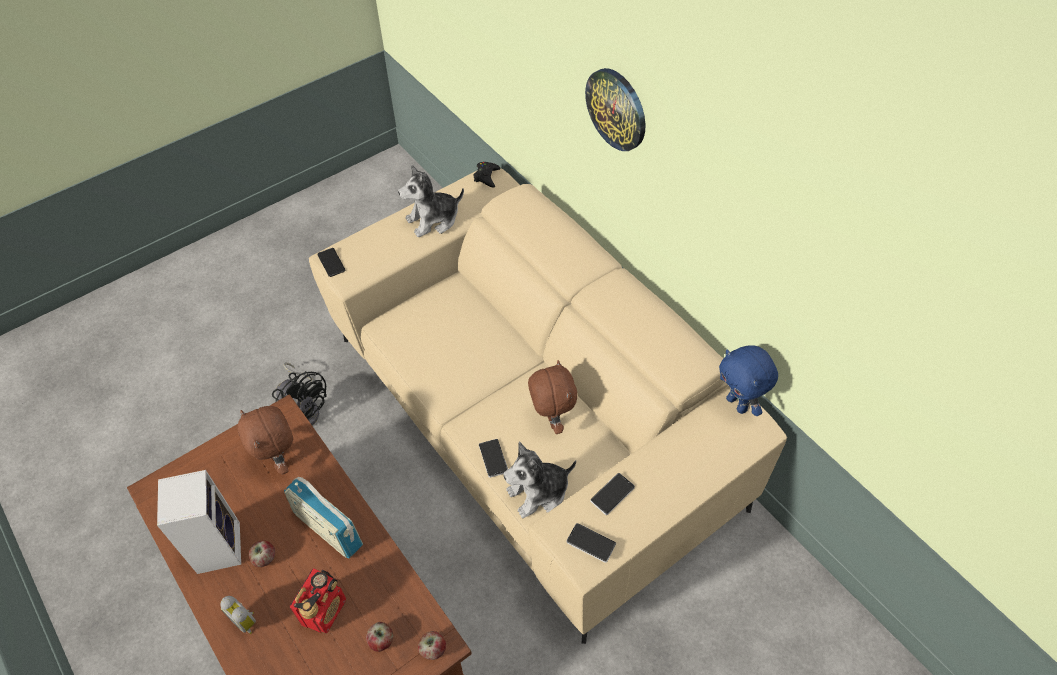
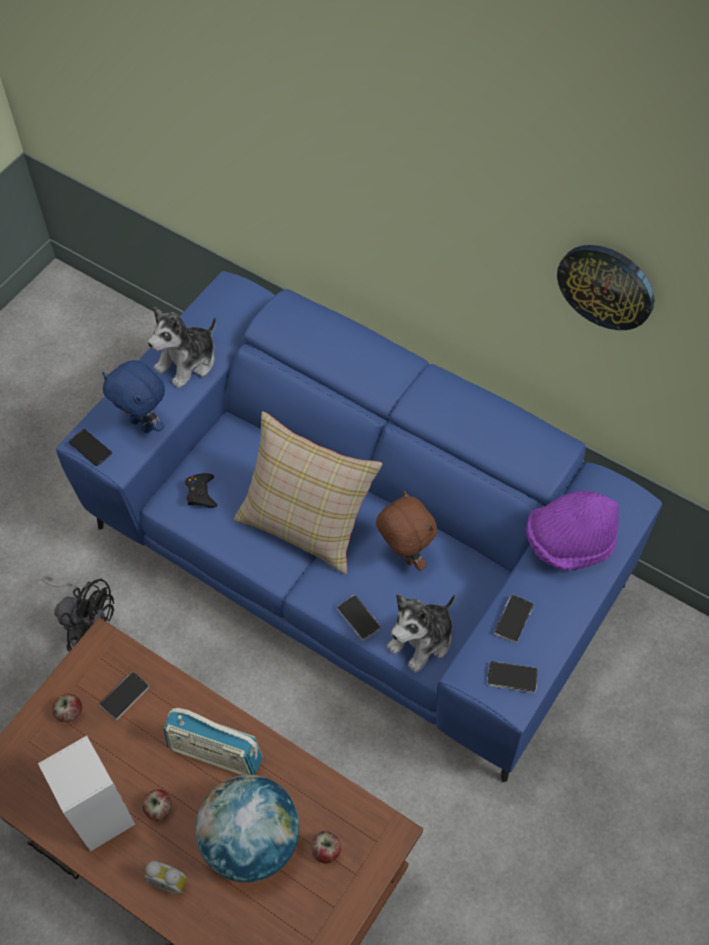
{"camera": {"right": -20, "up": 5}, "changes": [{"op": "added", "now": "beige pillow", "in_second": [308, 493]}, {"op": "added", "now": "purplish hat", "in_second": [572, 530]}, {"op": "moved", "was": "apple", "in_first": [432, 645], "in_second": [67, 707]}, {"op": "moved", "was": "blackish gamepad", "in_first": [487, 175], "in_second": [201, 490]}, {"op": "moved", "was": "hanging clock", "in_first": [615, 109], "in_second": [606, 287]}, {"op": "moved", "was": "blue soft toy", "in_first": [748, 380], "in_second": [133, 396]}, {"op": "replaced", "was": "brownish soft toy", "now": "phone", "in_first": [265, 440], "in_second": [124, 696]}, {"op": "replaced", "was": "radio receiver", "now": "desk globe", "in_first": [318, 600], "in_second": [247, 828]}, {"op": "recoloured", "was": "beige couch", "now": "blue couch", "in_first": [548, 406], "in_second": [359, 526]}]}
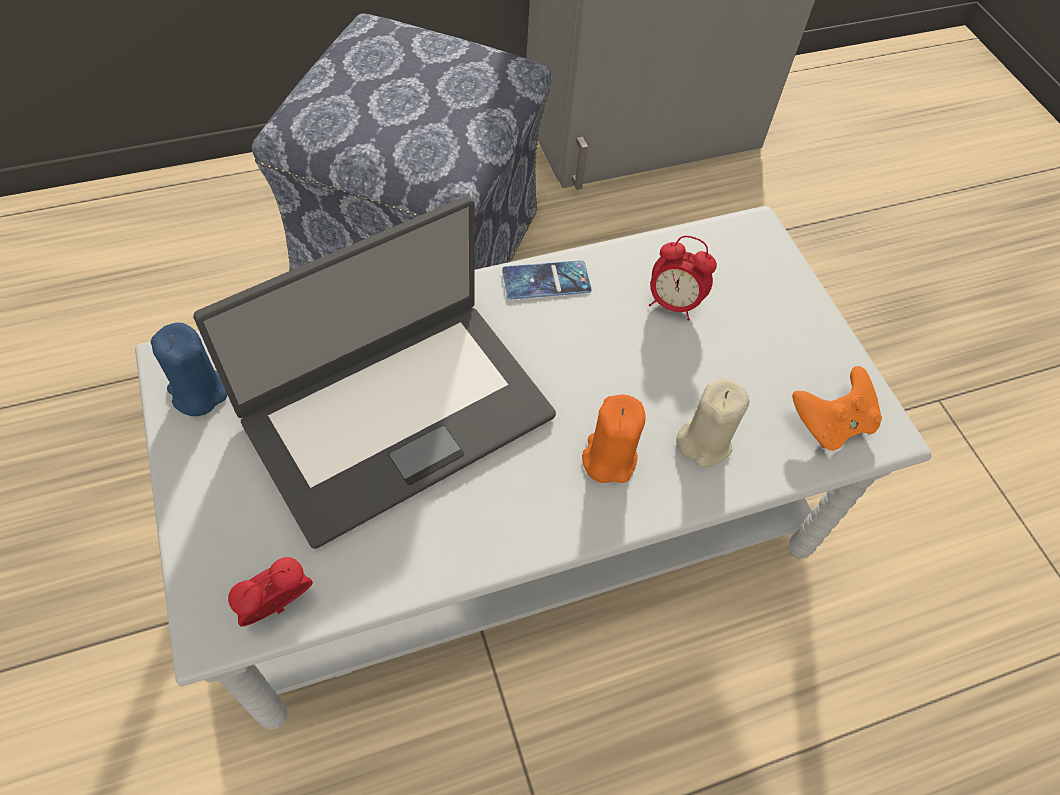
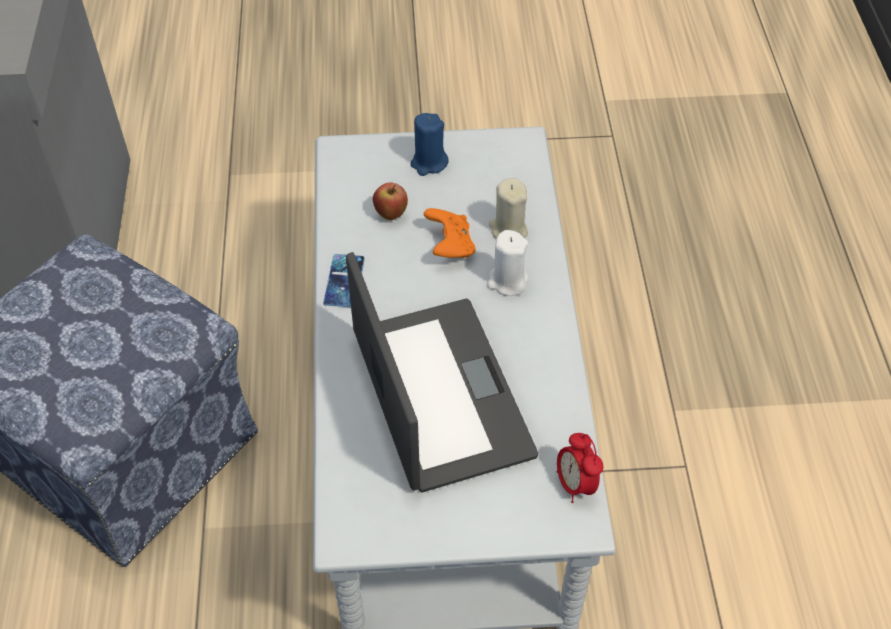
{"camera": {"right": -70, "up": -5}, "changes": [{"op": "moved", "was": "blue wax candle", "in_first": [188, 369], "in_second": [430, 144]}, {"op": "moved", "was": "orange-coloured gamepad", "in_first": [837, 408], "in_second": [449, 233]}, {"op": "replaced", "was": "table clock", "now": "apple", "in_first": [683, 278], "in_second": [390, 201]}, {"op": "recoloured", "was": "orange-coloured wax candle", "now": "whitish wax candle", "in_first": [614, 439], "in_second": [508, 263]}]}
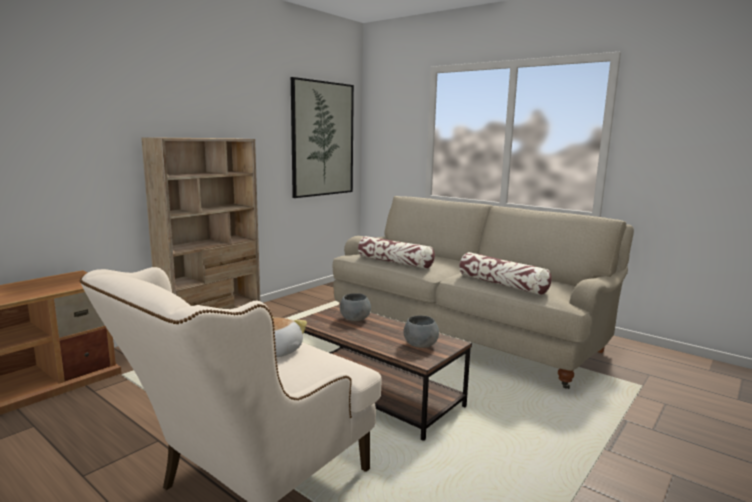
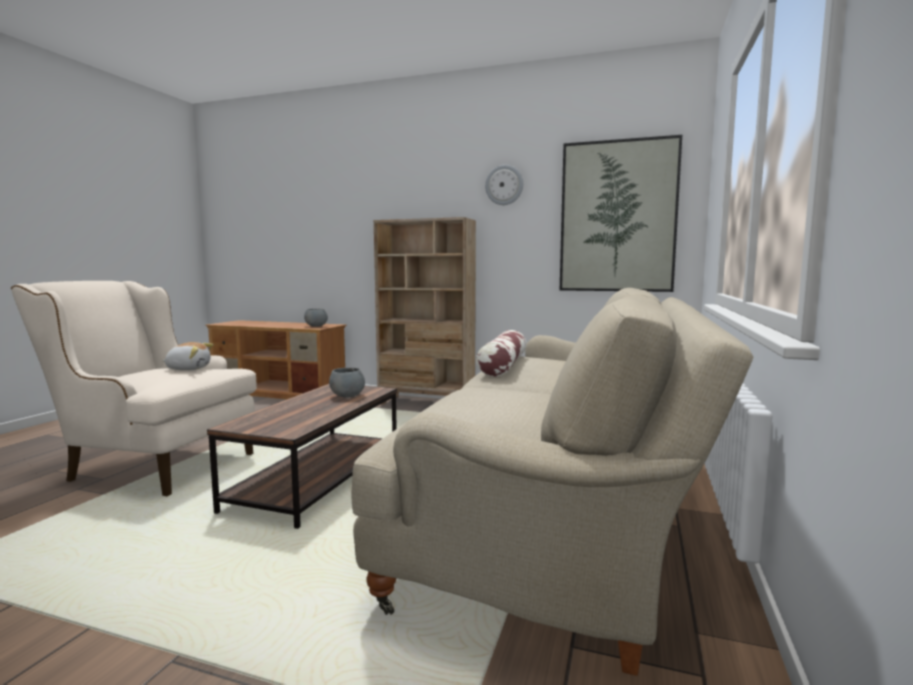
{"camera": {"right": 70, "up": -5}, "changes": [{"op": "removed", "was": "pillow", "in_first": [505, 273]}, {"op": "added", "now": "hanging clock", "in_second": [504, 185]}, {"op": "moved", "was": "greyish deep dish", "in_first": [421, 332], "in_second": [316, 318]}]}
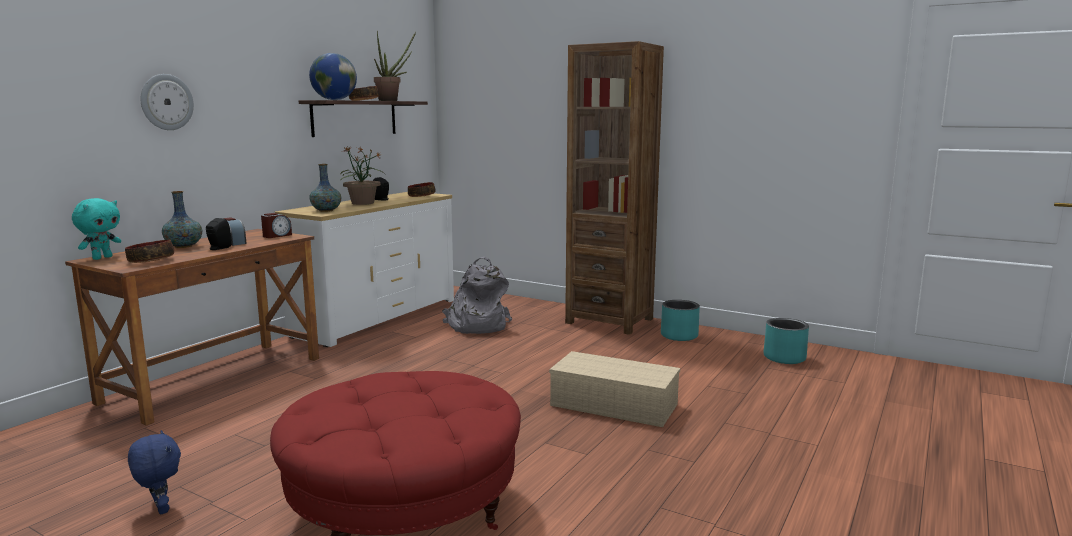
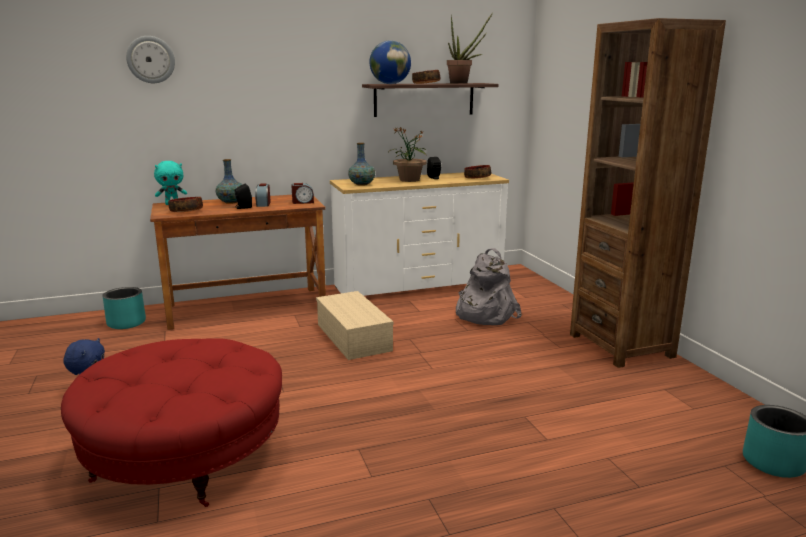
{"camera": {"right": 40, "up": 5}, "changes": [{"op": "moved", "was": "hanging clock", "in_first": [167, 102], "in_second": [150, 59]}, {"op": "moved", "was": "beige storage bin", "in_first": [614, 389], "in_second": [355, 325]}, {"op": "moved", "was": "turquoise-coloured plant pot", "in_first": [680, 320], "in_second": [124, 308]}]}
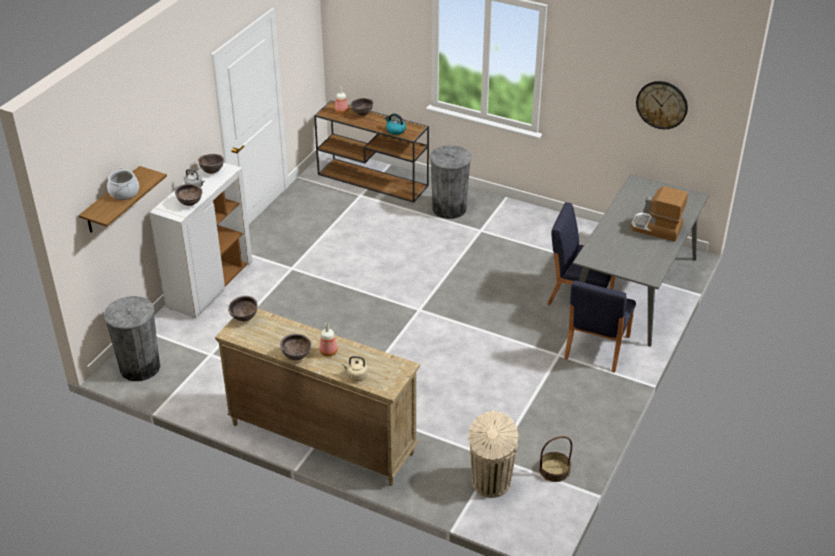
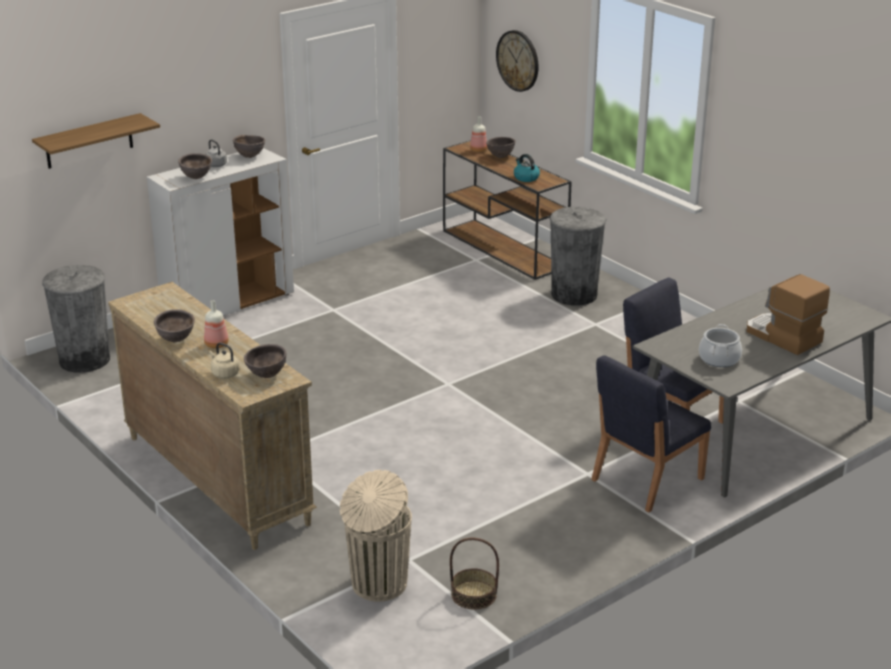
{"camera": {"right": 25, "up": -10}, "changes": [{"op": "moved", "was": "cooking pot", "in_first": [123, 183], "in_second": [720, 345]}, {"op": "moved", "was": "brownish deep dish", "in_first": [243, 308], "in_second": [265, 361]}, {"op": "moved", "was": "hanging clock", "in_first": [662, 105], "in_second": [517, 61]}]}
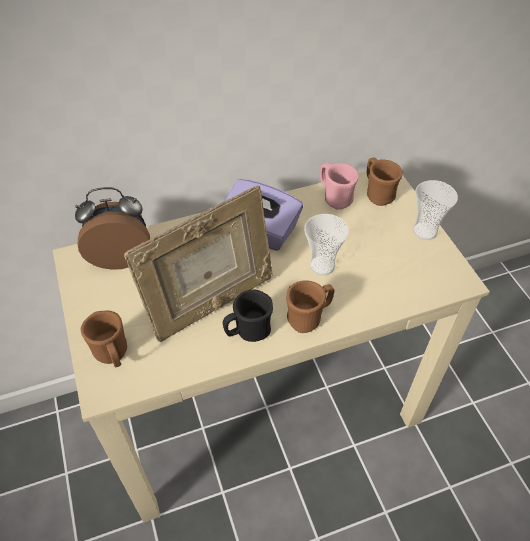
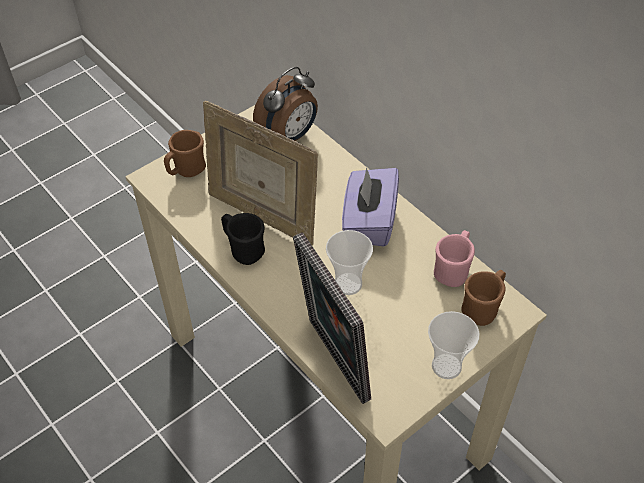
{"camera": {"right": 70, "up": 0}, "changes": [{"op": "removed", "was": "brownish coffee mug", "in_first": [310, 306]}, {"op": "added", "now": "photo frame", "in_second": [332, 318]}, {"op": "turned", "was": "table clock", "in_first": [112, 228], "in_second": [285, 104], "clockwise": 75}]}
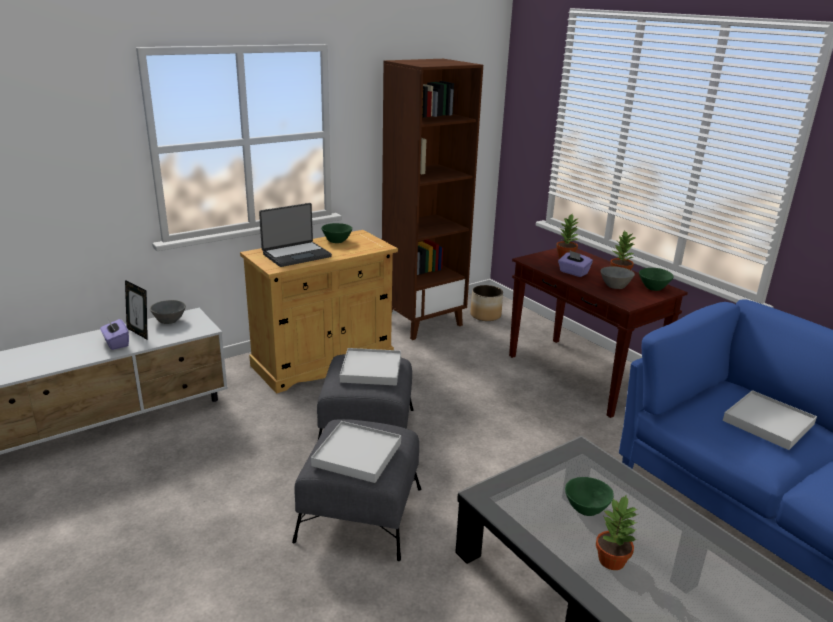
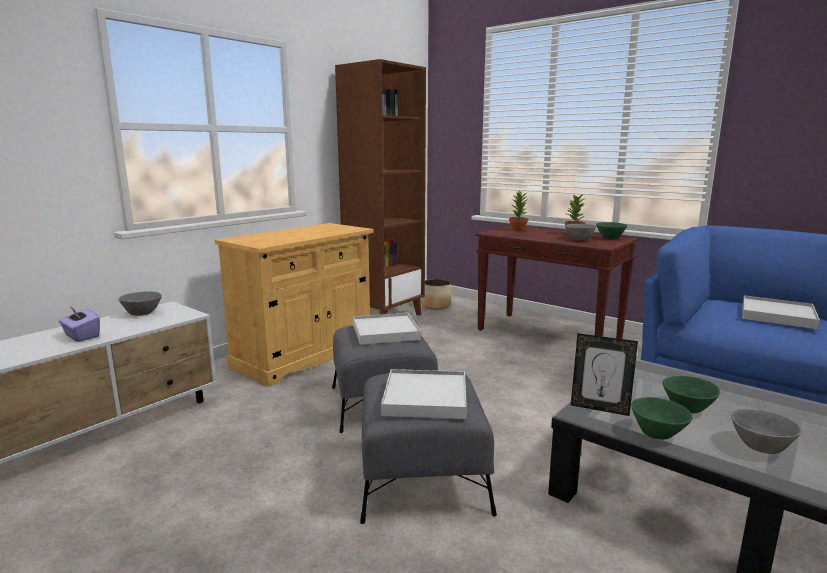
{"camera": {"right": -15, "up": -10}, "changes": [{"op": "removed", "was": "portable computer", "in_first": [295, 235]}, {"op": "removed", "was": "purplish tissue box", "in_first": [575, 263]}, {"op": "moved", "was": "photo frame", "in_first": [136, 310], "in_second": [604, 374]}, {"op": "moved", "was": "greenish deep dish", "in_first": [336, 233], "in_second": [662, 418]}, {"op": "replaced", "was": "plant in a pot", "now": "greyish deep dish", "in_first": [617, 533], "in_second": [766, 431]}]}
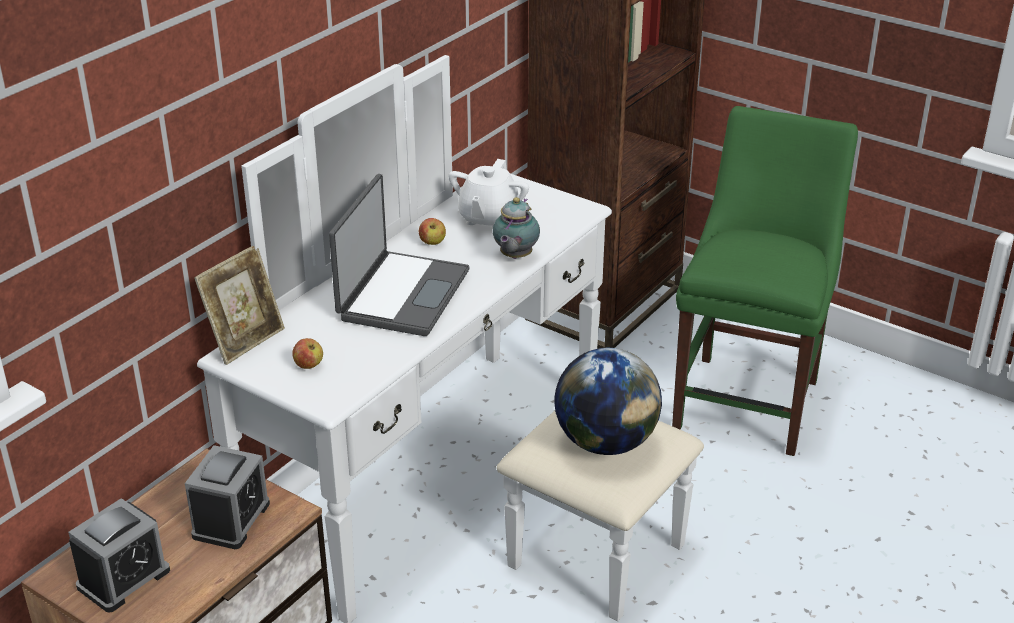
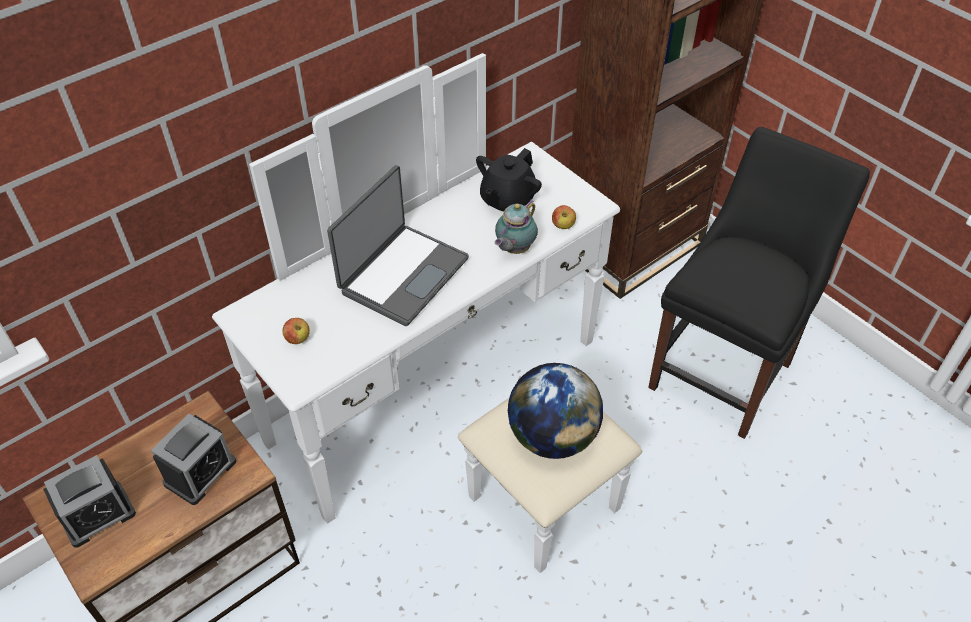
{"camera": {"right": 15, "up": 15}, "changes": [{"op": "removed", "was": "photo frame", "in_first": [239, 305]}, {"op": "moved", "was": "apple", "in_first": [432, 231], "in_second": [564, 217]}, {"op": "recoloured", "was": "whitish tea pot", "now": "blackish tea pot", "in_first": [488, 193], "in_second": [509, 179]}, {"op": "recoloured", "was": "greenish chair", "now": "blackish chair", "in_first": [765, 281], "in_second": [759, 283]}]}
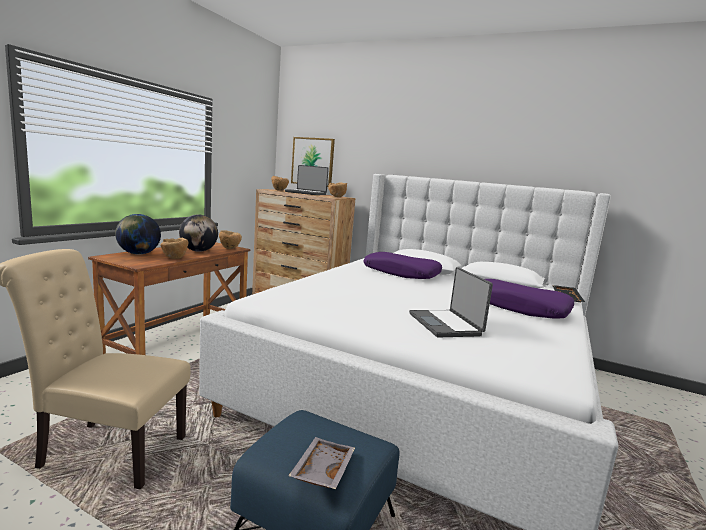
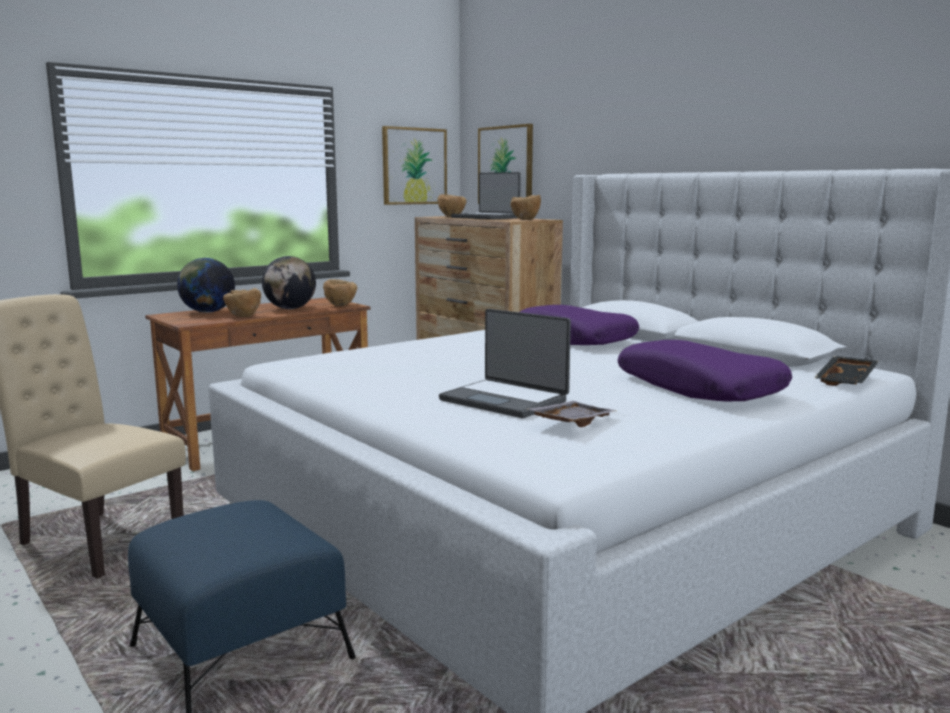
{"camera": {"right": 25, "up": 0}, "changes": [{"op": "added", "now": "wall art", "in_second": [414, 165]}, {"op": "moved", "was": "greyish carrying tray", "in_first": [321, 463], "in_second": [572, 414]}, {"op": "turned", "was": "portable computer", "in_first": [451, 302], "in_second": [505, 363], "clockwise": -60}]}
